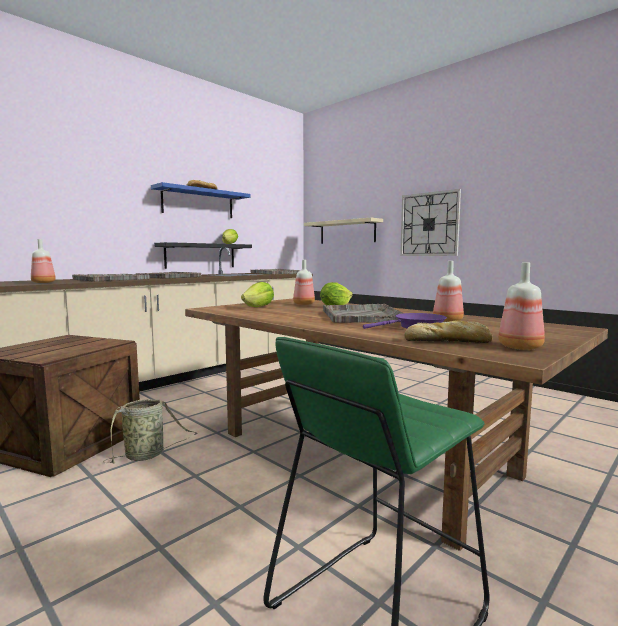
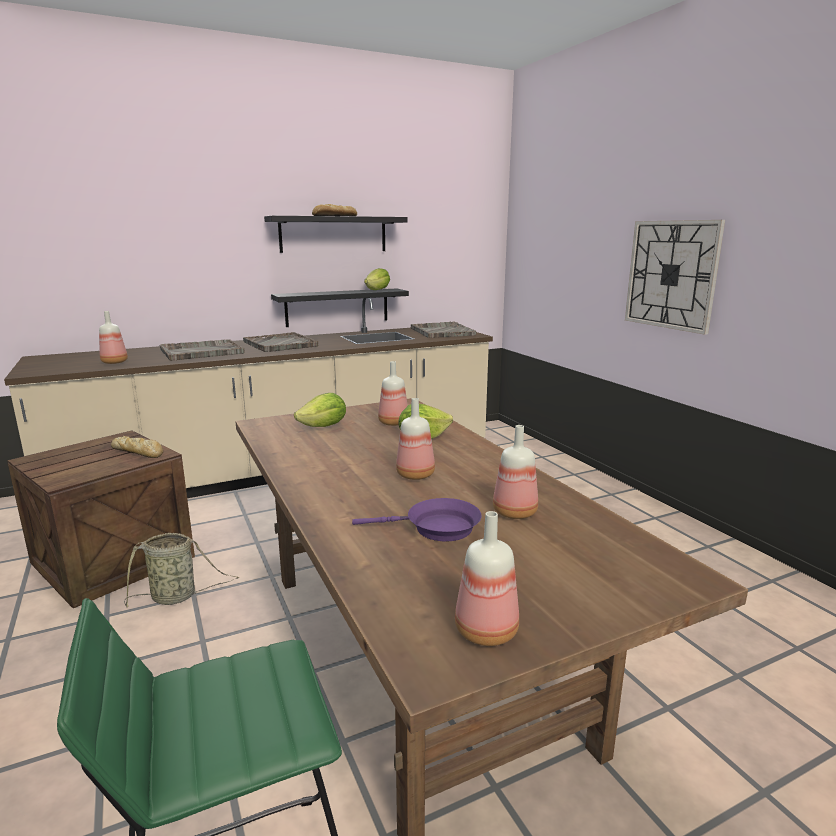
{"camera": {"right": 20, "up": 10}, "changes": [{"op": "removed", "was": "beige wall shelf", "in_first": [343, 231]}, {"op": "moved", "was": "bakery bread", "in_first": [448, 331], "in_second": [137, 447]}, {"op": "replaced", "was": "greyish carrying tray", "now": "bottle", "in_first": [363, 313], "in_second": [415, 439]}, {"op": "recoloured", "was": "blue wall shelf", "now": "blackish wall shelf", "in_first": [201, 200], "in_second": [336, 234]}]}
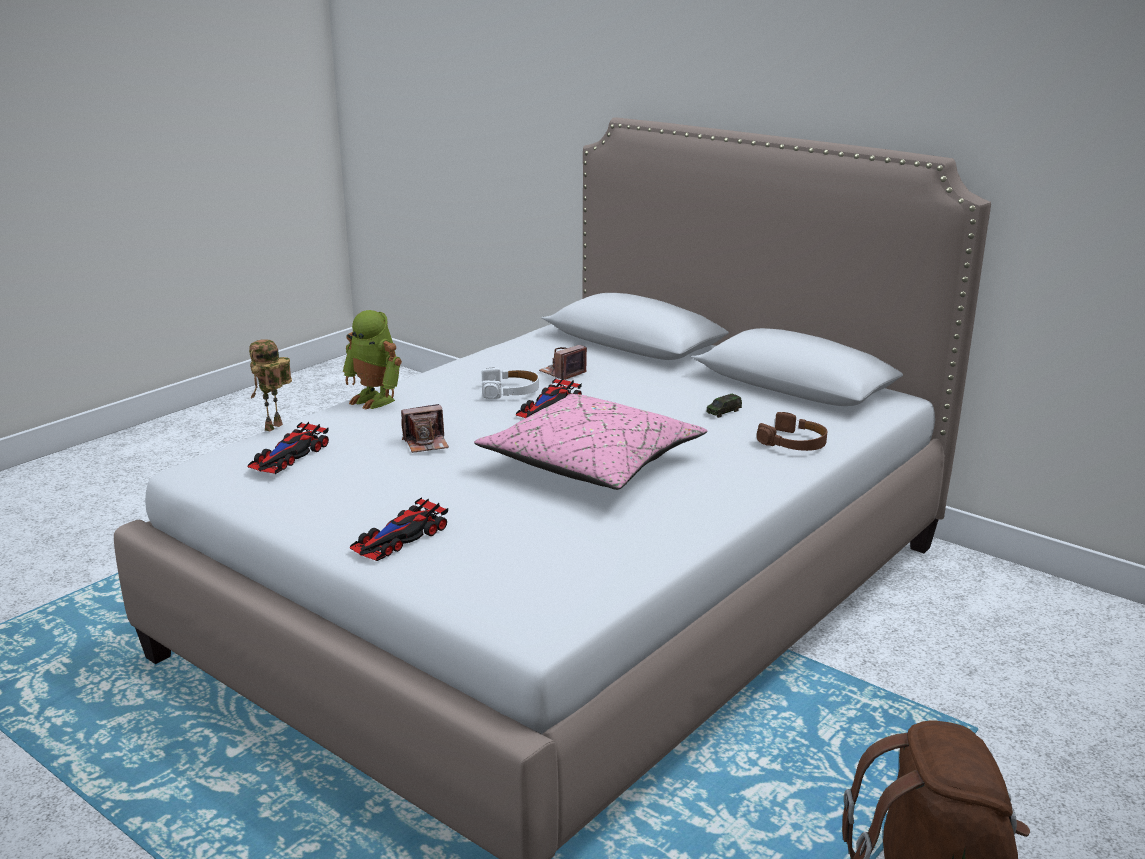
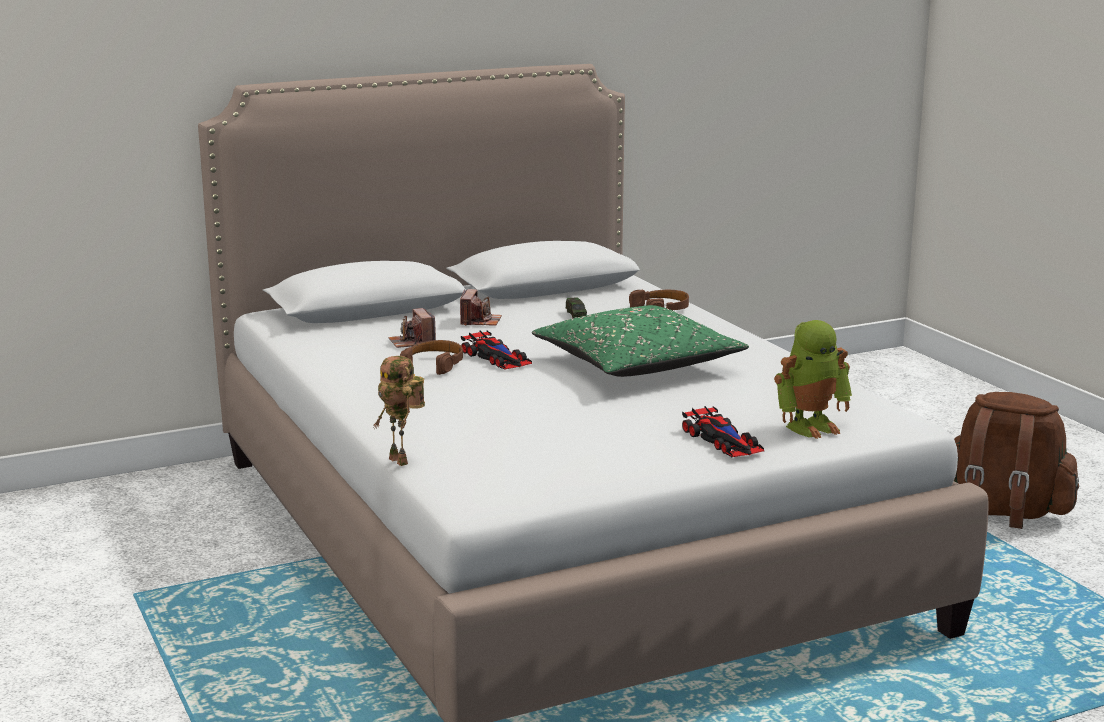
{"camera": {"right": -65, "up": -5}, "changes": [{"op": "removed", "was": "model car", "in_first": [288, 448]}, {"op": "moved", "was": "model robot", "in_first": [372, 360], "in_second": [813, 379]}, {"op": "moved", "was": "photo camera", "in_first": [425, 428], "in_second": [481, 307]}, {"op": "recoloured", "was": "pink-coloured pillow", "now": "greenish pillow", "in_first": [590, 442], "in_second": [640, 341]}, {"op": "recoloured", "was": "whitish pair of headphones", "now": "brownish pair of headphones", "in_first": [510, 383], "in_second": [431, 357]}]}
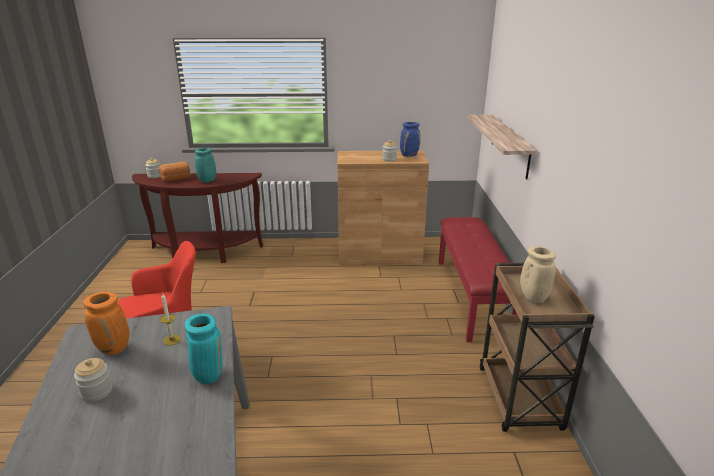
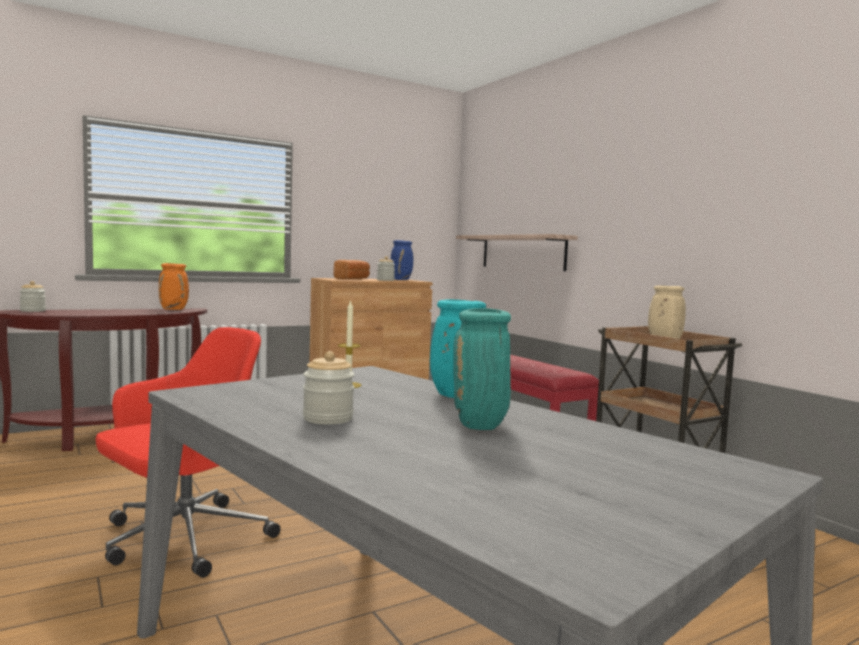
{"camera": {"right": -30, "up": -20}, "changes": [{"op": "moved", "was": "orange-coloured flower vase", "in_first": [106, 323], "in_second": [174, 286]}, {"op": "moved", "was": "bakery bread", "in_first": [175, 171], "in_second": [352, 269]}, {"op": "moved", "was": "turquoise-coloured flower vase", "in_first": [205, 165], "in_second": [482, 369]}]}
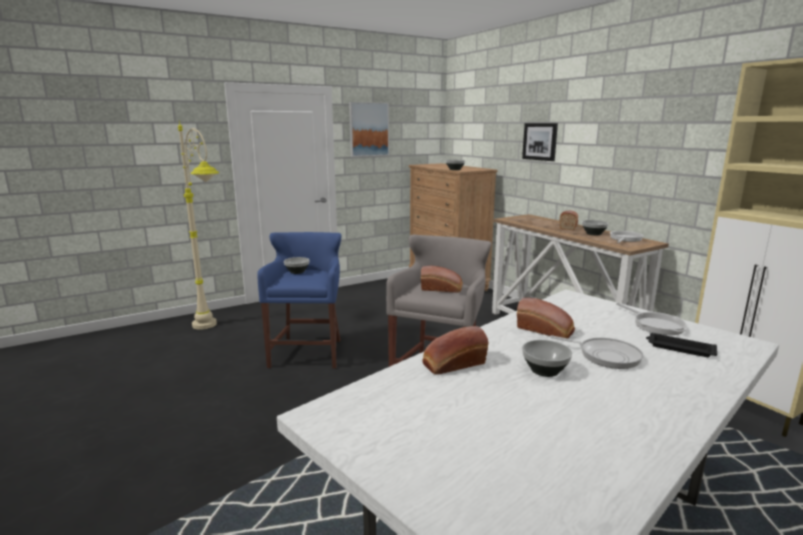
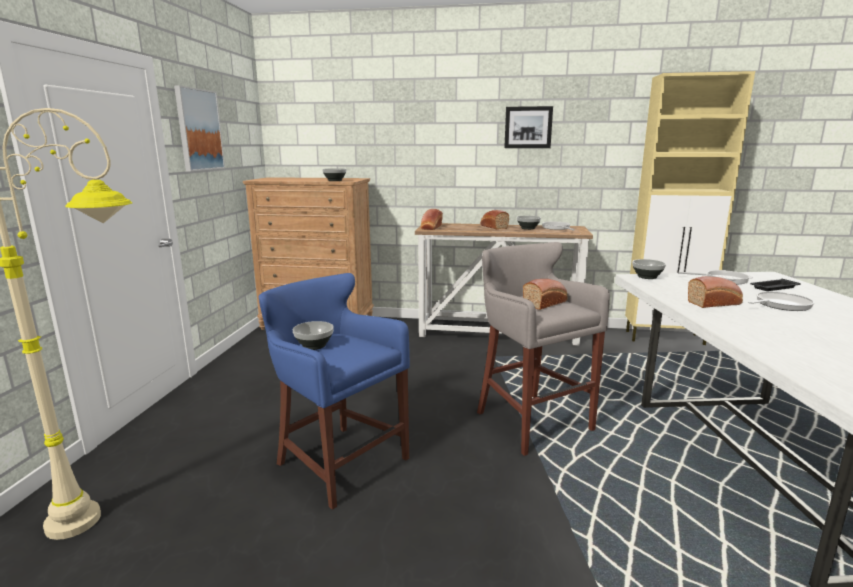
{"camera": {"right": -50, "up": 0}, "changes": [{"op": "moved", "was": "bakery bread", "in_first": [455, 350], "in_second": [432, 219]}, {"op": "moved", "was": "wall art", "in_first": [540, 142], "in_second": [528, 127]}, {"op": "moved", "was": "deep dish", "in_first": [547, 358], "in_second": [649, 269]}]}
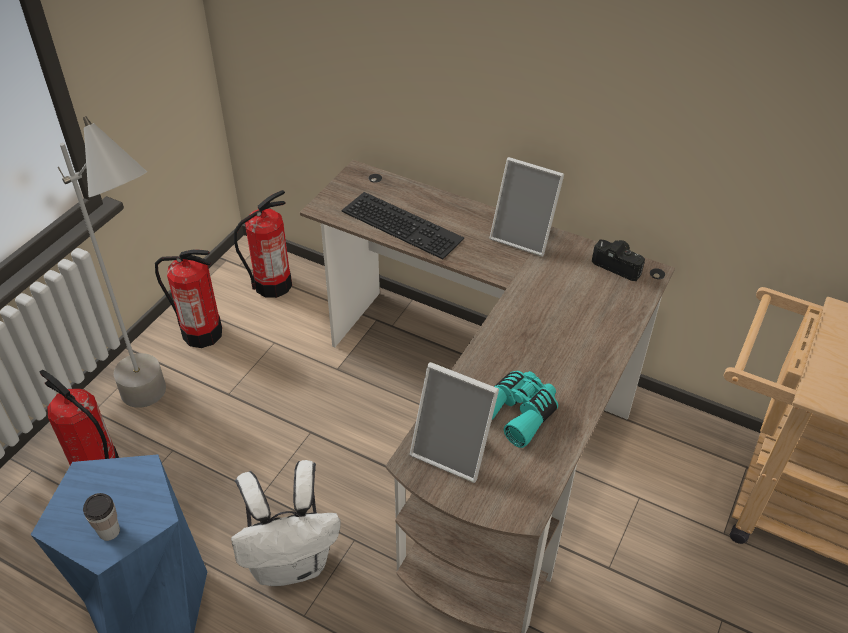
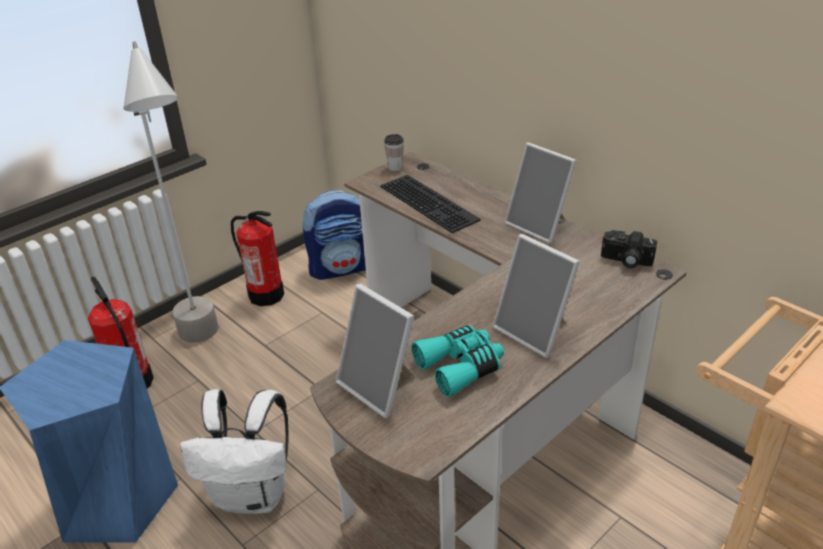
{"camera": {"right": 20, "up": -10}, "changes": [{"op": "added", "now": "photo frame", "in_second": [536, 296]}, {"op": "moved", "was": "cup", "in_first": [101, 517], "in_second": [394, 152]}, {"op": "replaced", "was": "fire extinguisher", "now": "knapsack", "in_first": [263, 244], "in_second": [334, 235]}, {"op": "turned", "was": "photo camera", "in_first": [618, 260], "in_second": [629, 249], "clockwise": 150}]}
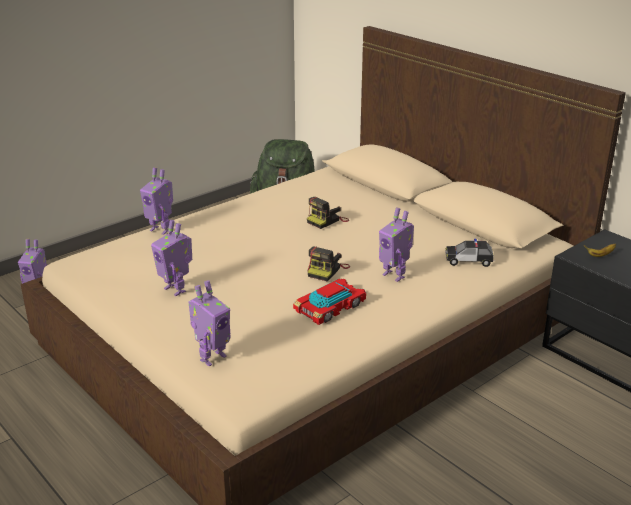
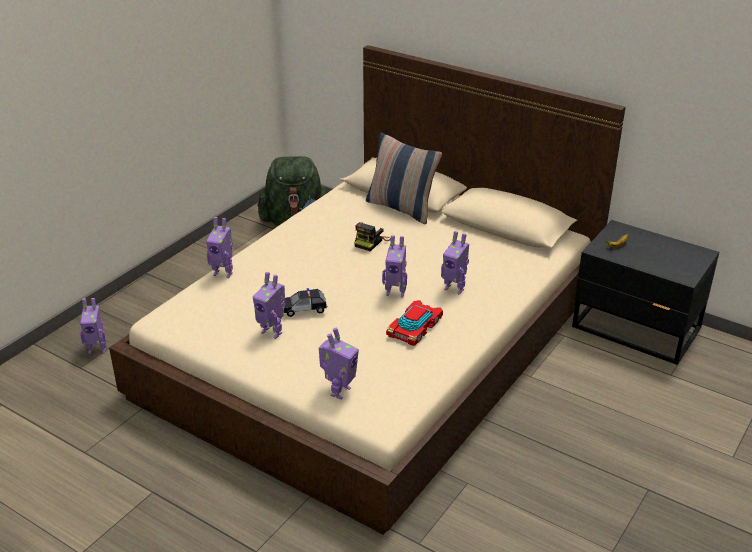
{"camera": {"right": -15, "up": 5}, "changes": [{"op": "added", "now": "pillow", "in_second": [404, 178]}, {"op": "moved", "was": "model car", "in_first": [469, 253], "in_second": [305, 302]}, {"op": "replaced", "was": "photo camera", "now": "model robot", "in_first": [328, 263], "in_second": [394, 266]}]}
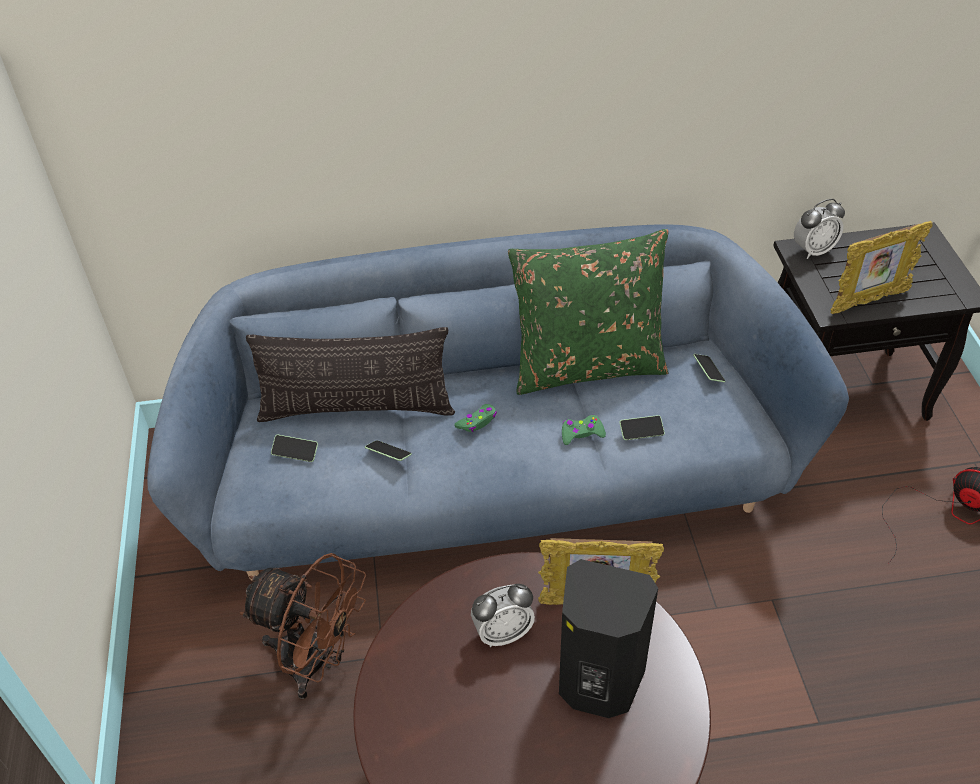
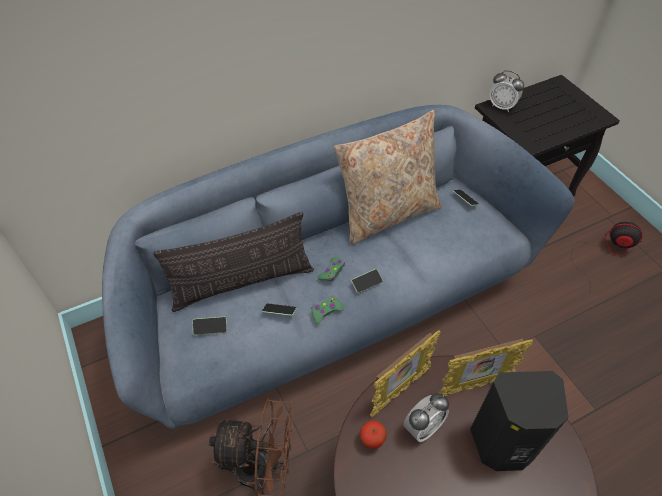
{"camera": {"right": -20, "up": 5}, "changes": [{"op": "added", "now": "apple", "in_second": [373, 434]}, {"op": "moved", "was": "greenish gamepad", "in_first": [584, 430], "in_second": [328, 310]}, {"op": "moved", "was": "phone", "in_first": [642, 427], "in_second": [367, 281]}, {"op": "moved", "was": "photo frame", "in_first": [882, 267], "in_second": [405, 373]}, {"op": "recoloured", "was": "greenish pillow", "now": "beige pillow", "in_first": [588, 312], "in_second": [387, 177]}, {"op": "turned", "was": "table clock", "in_first": [819, 229], "in_second": [506, 91], "clockwise": 75}]}
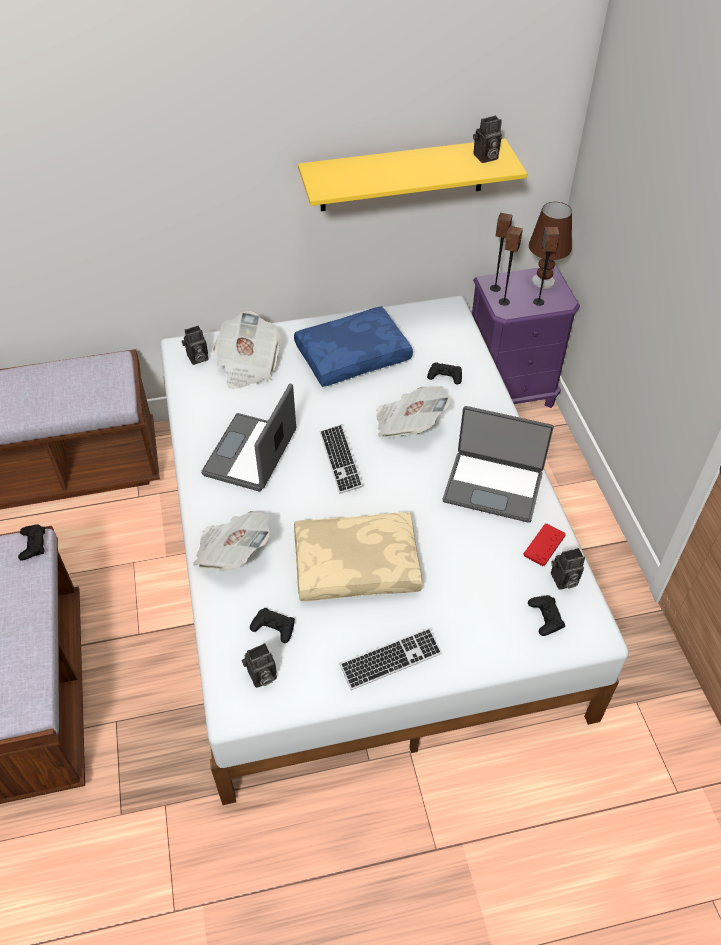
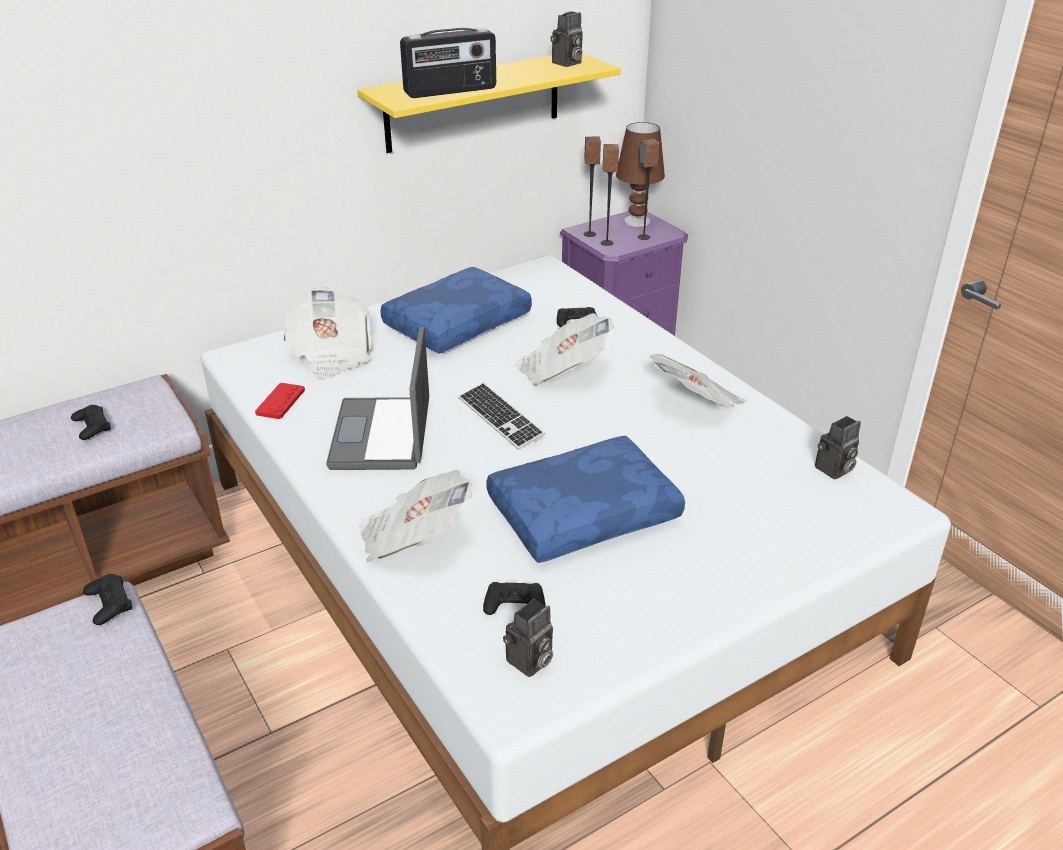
{"camera": {"right": -20, "up": -15}, "changes": [{"op": "removed", "was": "photo camera", "in_first": [195, 345]}, {"op": "removed", "was": "keyboard", "in_first": [391, 659]}, {"op": "added", "now": "radio receiver", "in_second": [448, 63]}, {"op": "moved", "was": "red-coloured gamepad", "in_first": [544, 544], "in_second": [280, 401]}, {"op": "moved", "was": "blackish gamepad", "in_first": [546, 615], "in_second": [91, 422]}, {"op": "replaced", "was": "portable computer", "now": "newspaper", "in_first": [498, 464], "in_second": [698, 380]}, {"op": "recoloured", "was": "beige pillow", "now": "blue pillow", "in_first": [358, 556], "in_second": [585, 499]}]}
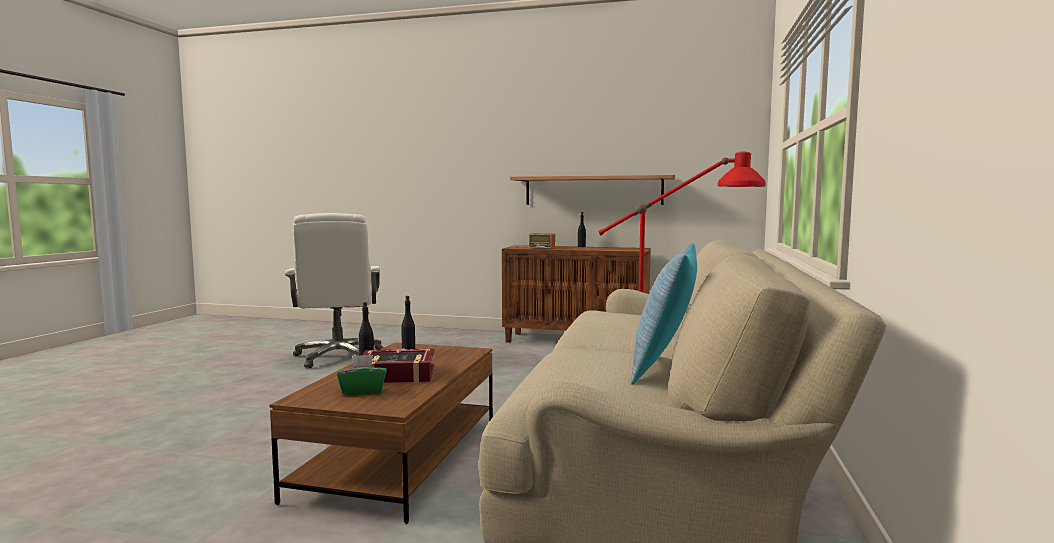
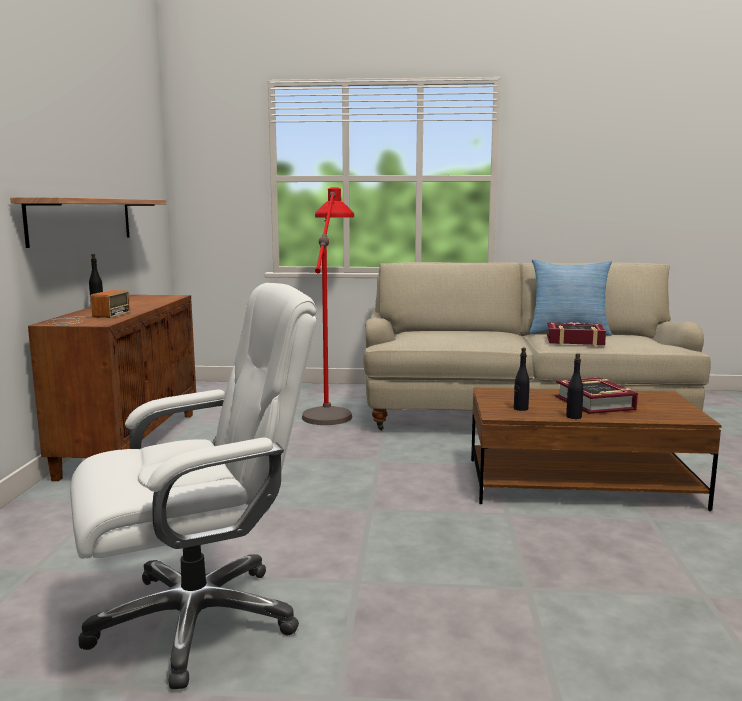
{"camera": {"right": -100, "up": 5}, "changes": [{"op": "removed", "was": "greenish tissue box", "in_first": [362, 375]}, {"op": "added", "now": "book", "in_second": [576, 334]}]}
